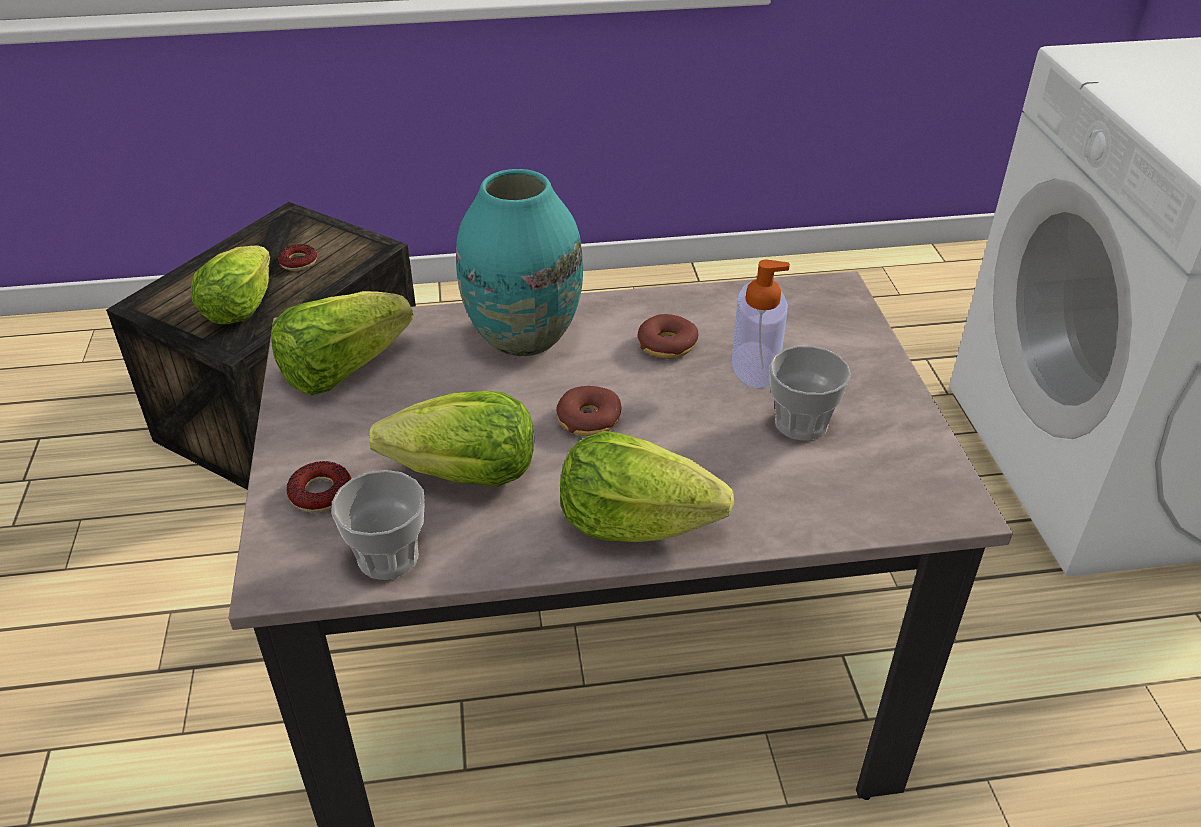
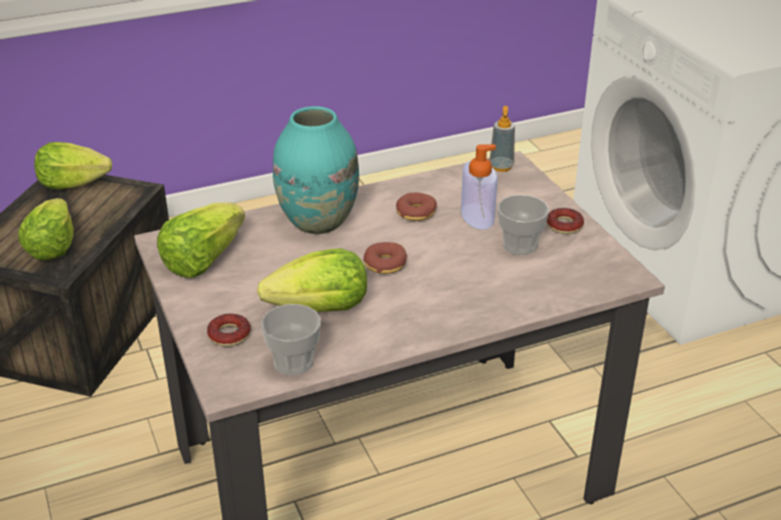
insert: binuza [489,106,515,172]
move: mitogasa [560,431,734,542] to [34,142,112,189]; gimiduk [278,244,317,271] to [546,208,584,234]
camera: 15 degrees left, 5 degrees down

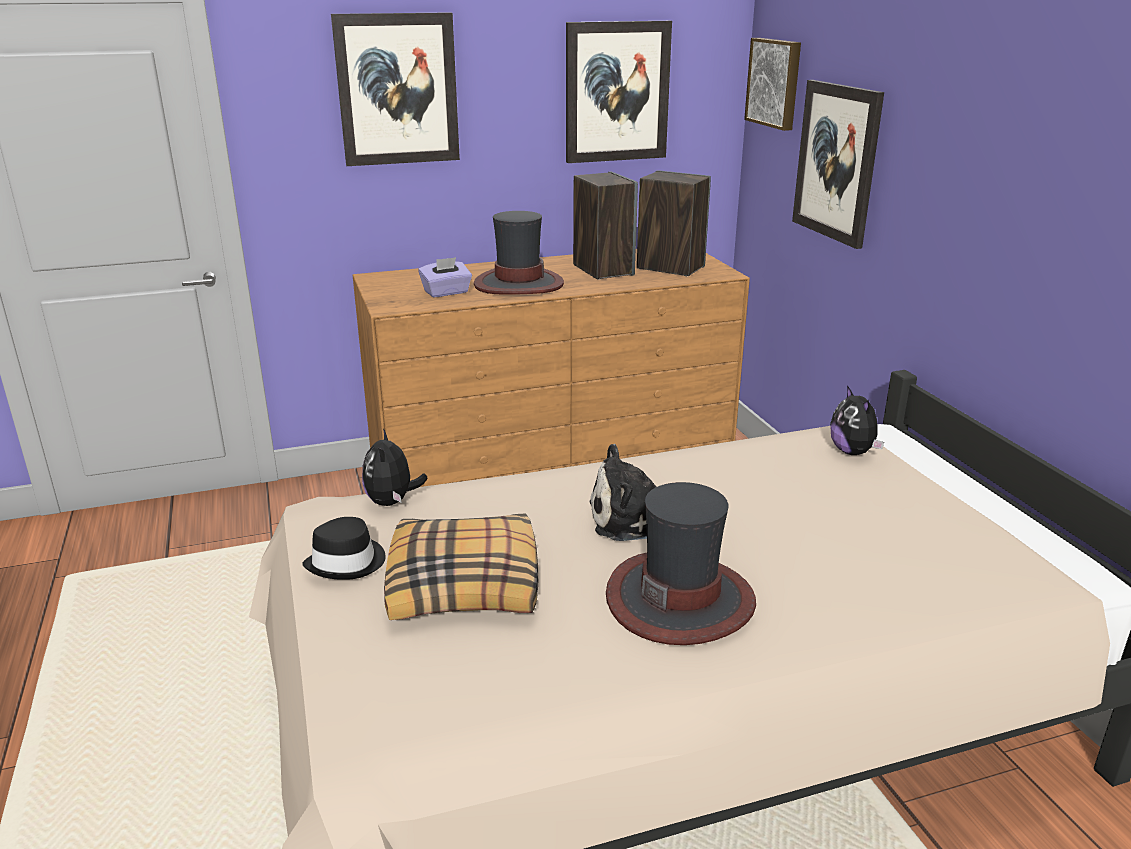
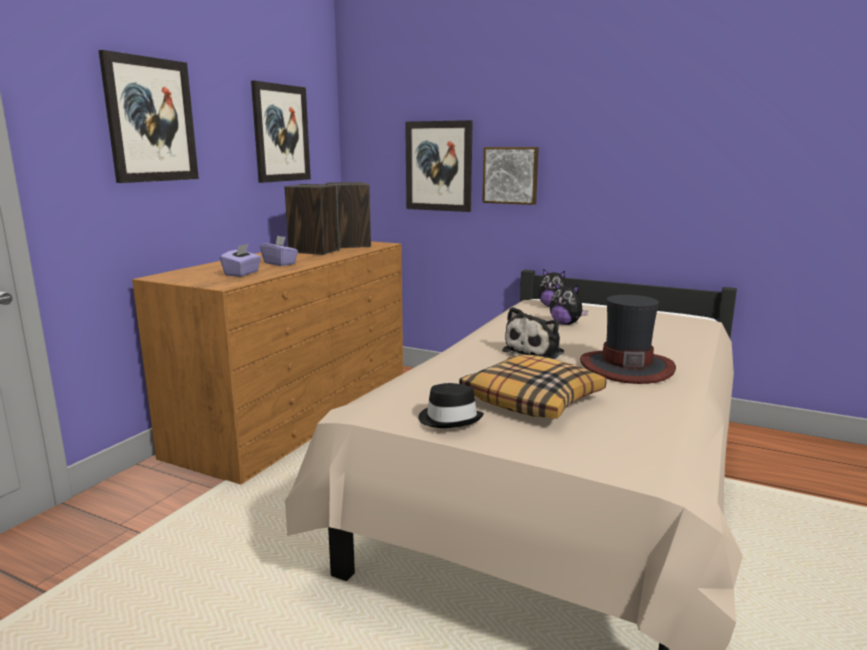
move: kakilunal [744,38,801,131] to [482,147,539,205]; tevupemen [362,428,428,506] to [550,282,588,325]
replace: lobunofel [474,211,564,295] to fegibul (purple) [260,236,298,266]
camera: 45 degrees left, 10 degrees down

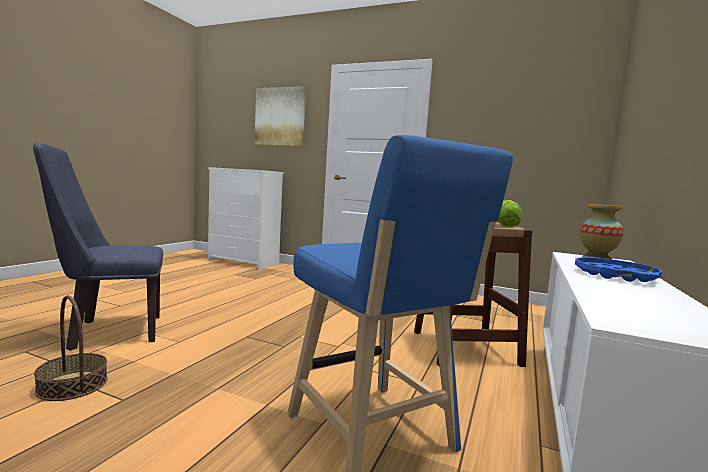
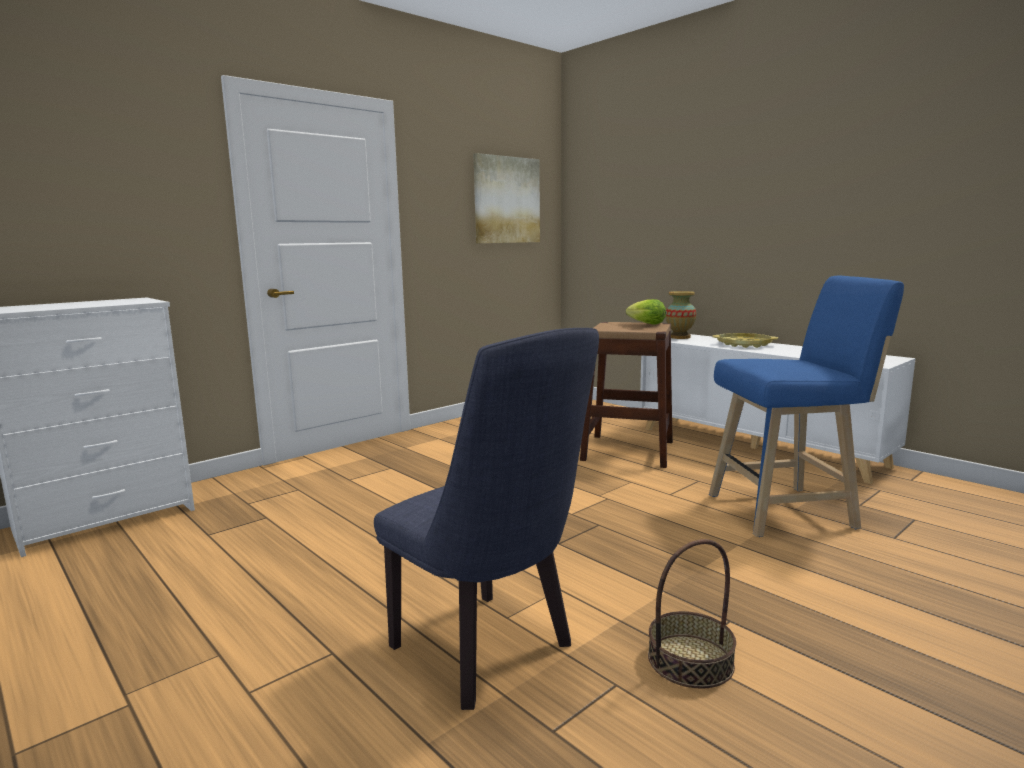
move: kakilunal [254,86,306,146] to [473,153,540,243]
recolor: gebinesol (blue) [575,256,662,282] to gebinesol (yellow) [712,333,778,348]
rotate: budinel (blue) [33,143,163,351] = [374,328,599,710] 45 degrees counterclockwise
camera: 65 degrees left, 5 degrees up

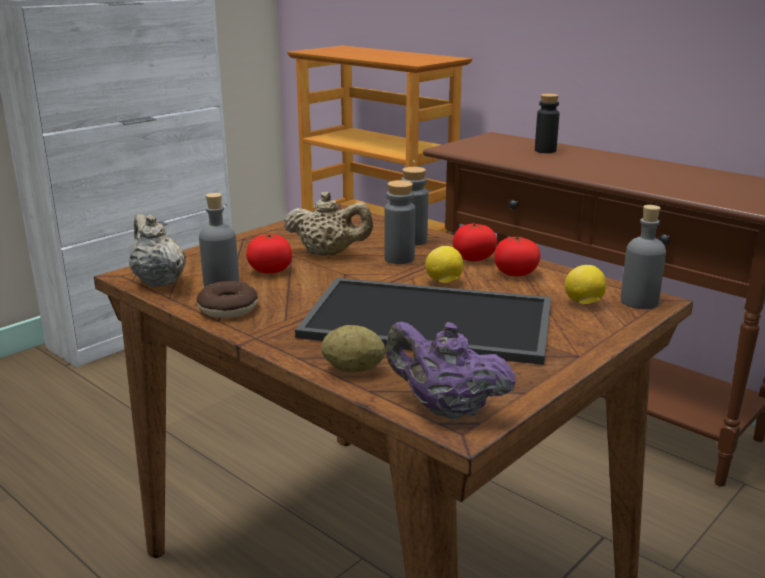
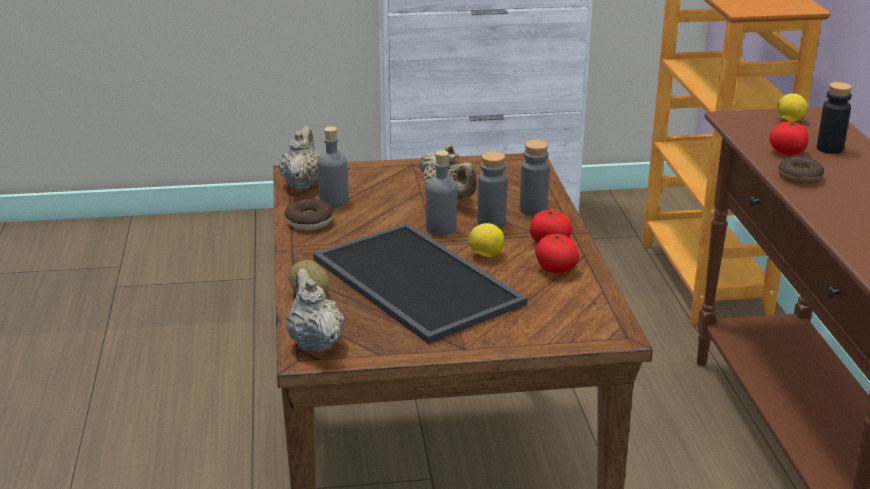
insert: gimiduk [778,157,824,184]
move: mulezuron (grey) [620,205,666,309] to [426,150,457,236]; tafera [246,234,292,274] to [769,122,809,155]; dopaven [565,265,606,304] to [777,93,807,122]
recolor: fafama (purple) [385,322,516,420] to fafama (beige) [286,268,345,353]
camera: 40 degrees right, 5 degrees up

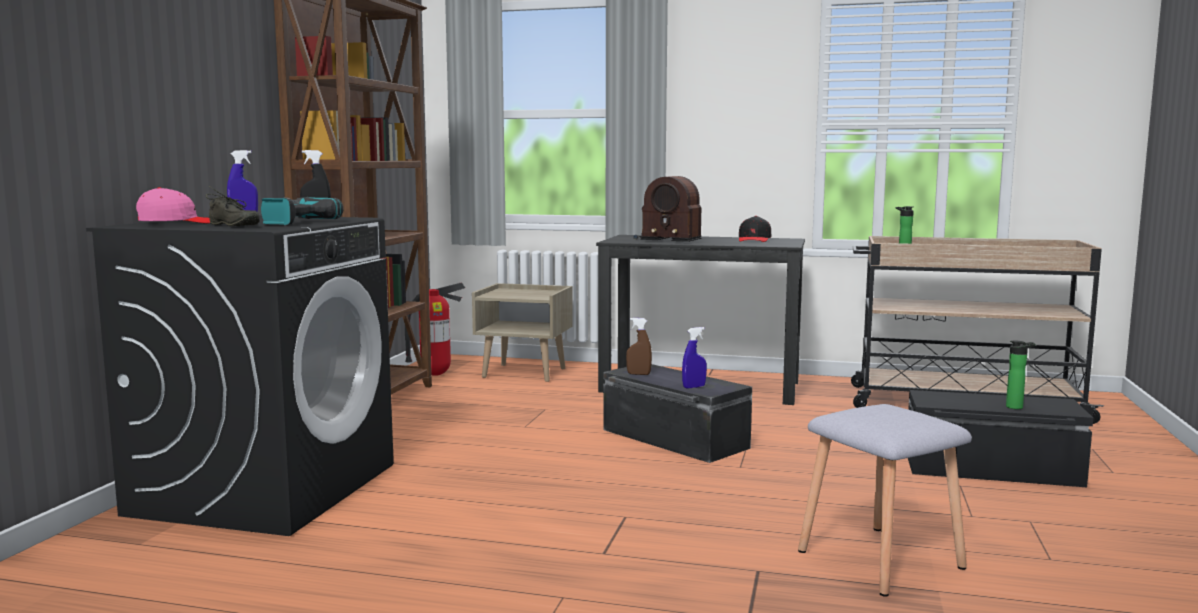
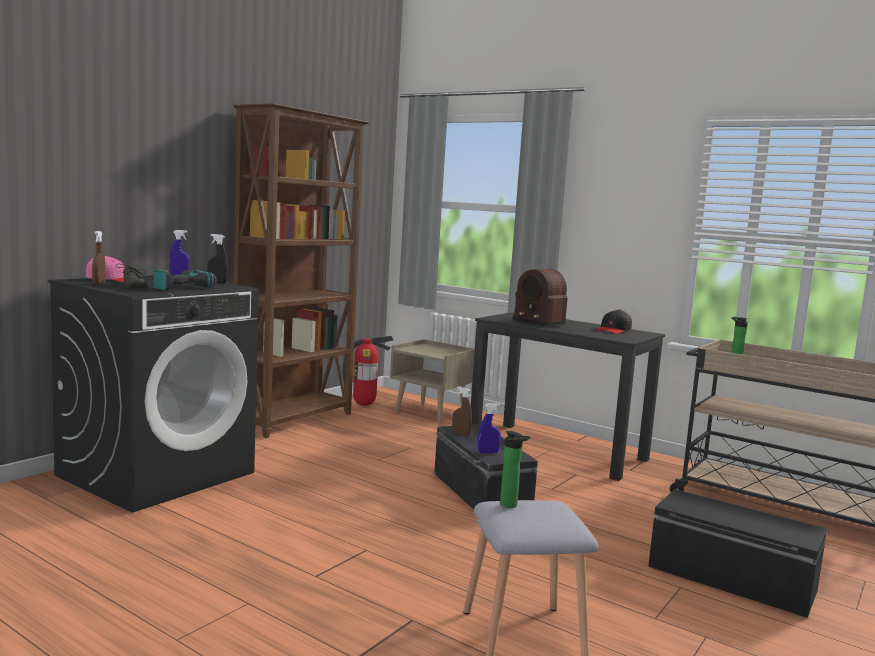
insert: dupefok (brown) [92,231,105,285]
move: mulezuron [1006,340,1035,409] to [500,431,531,508]
camera: 20 degrees right, 0 degrees up

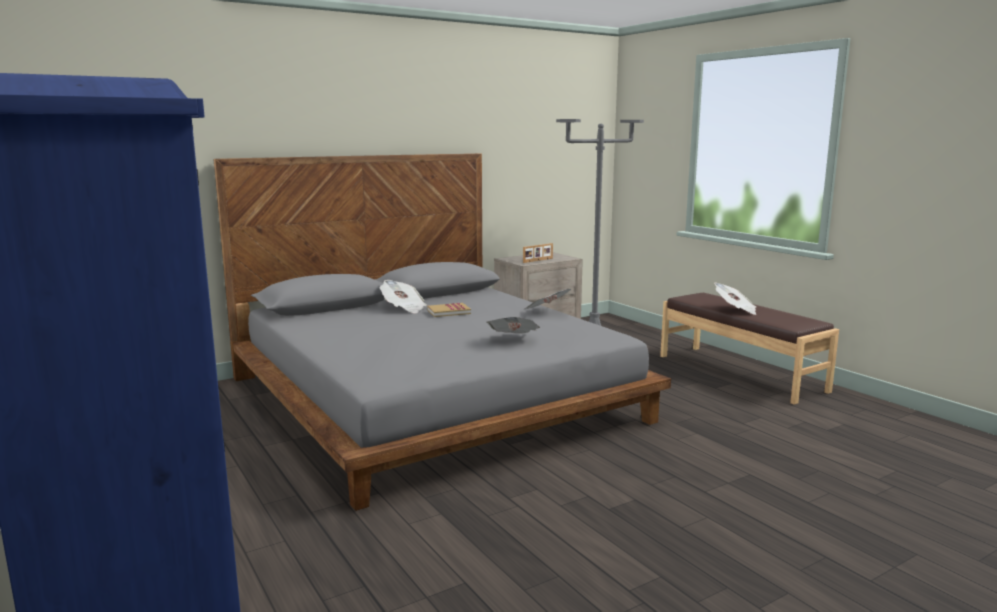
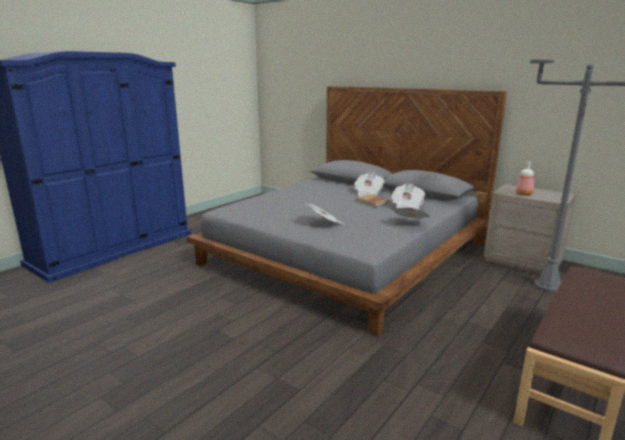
move: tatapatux [714,283,756,315] to [391,184,426,210]
replace: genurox [523,243,553,263] to mulezuron [516,161,534,195]
camera: 70 degrees right, 5 degrees up

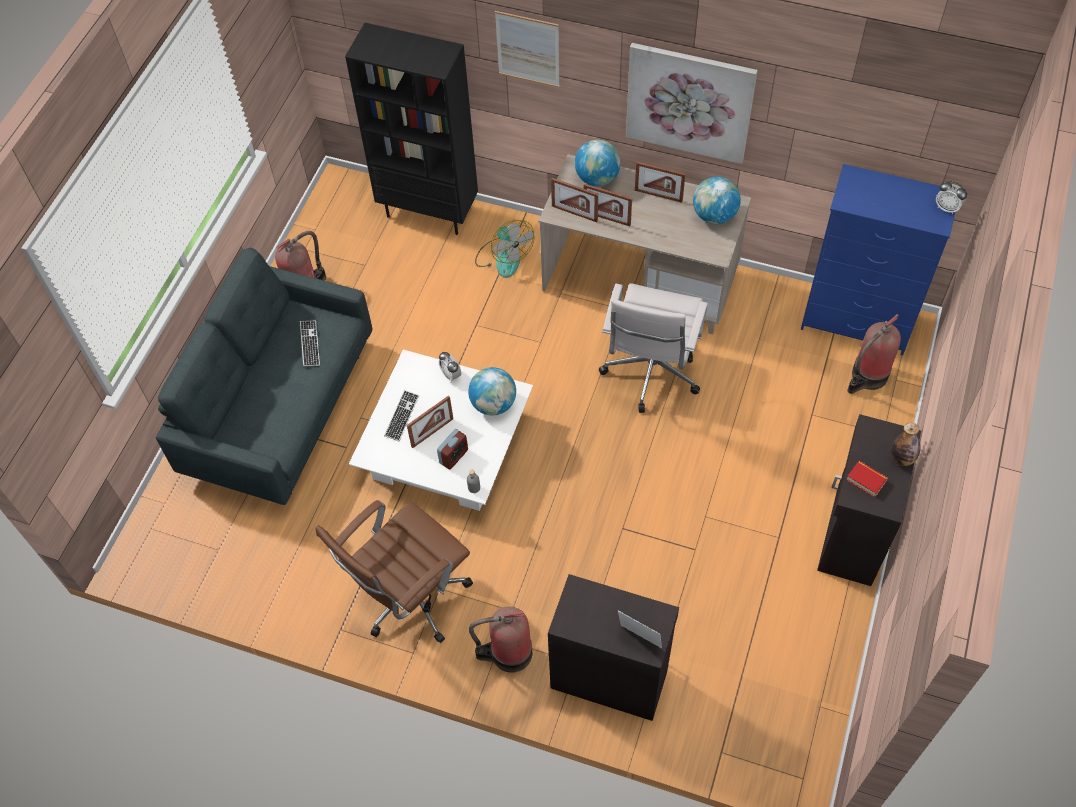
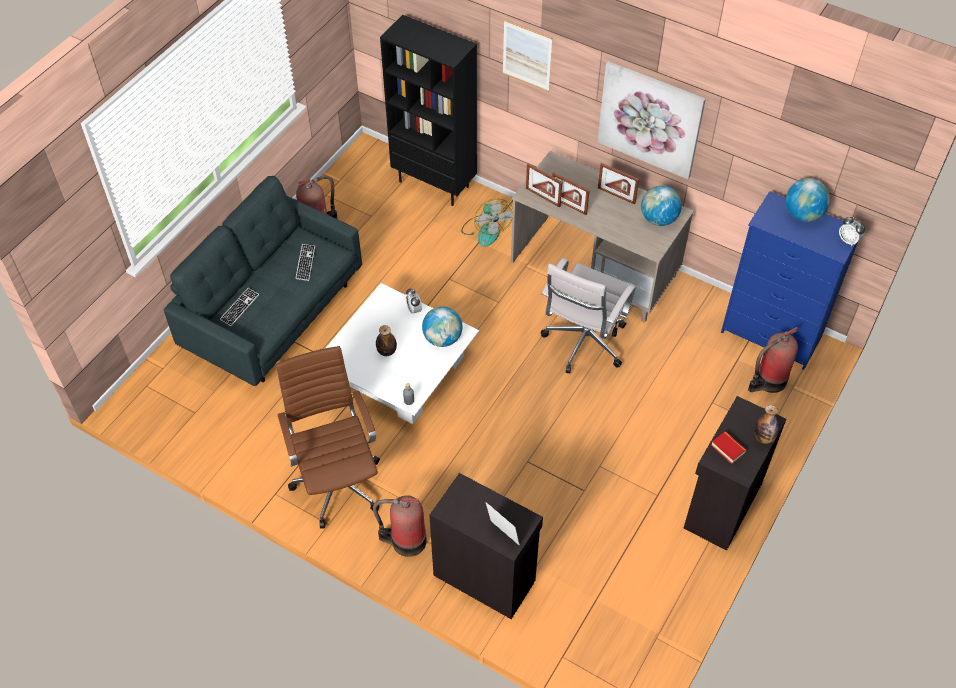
delete: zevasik [437,429,468,470]
move: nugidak [384,390,419,441] to [220,288,259,326]; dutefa [575,140,621,186] to [786,178,830,222]
replace: genurox [407,395,453,448] to mulezuron [376,325,397,356]
rotate: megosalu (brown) [315,500,473,643] = [276,346,380,529] 105 degrees clockwise
camera: 10 degrees right, 5 degrees down

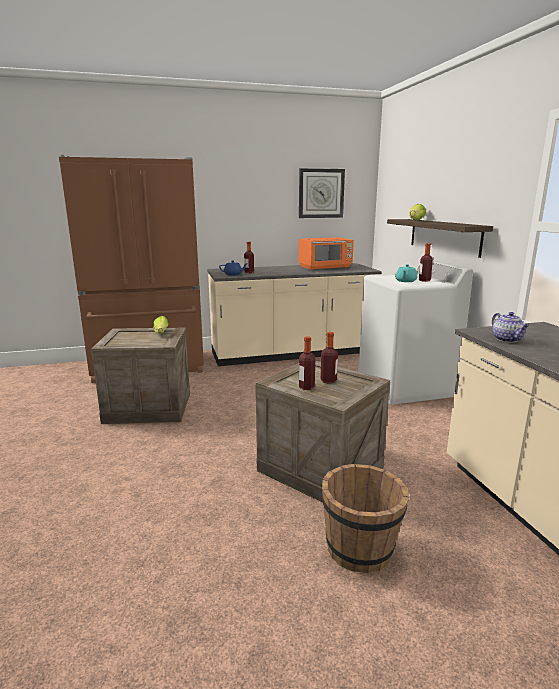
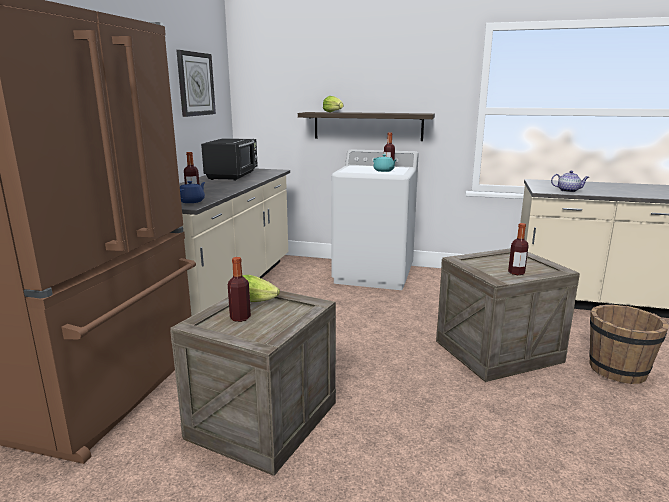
move: mulezuron [321,332,338,384] to [228,257,251,322]
recolor: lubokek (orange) [298,238,354,270] to lubokek (black) [201,138,258,181]
camera: 60 degrees left, 0 degrees up

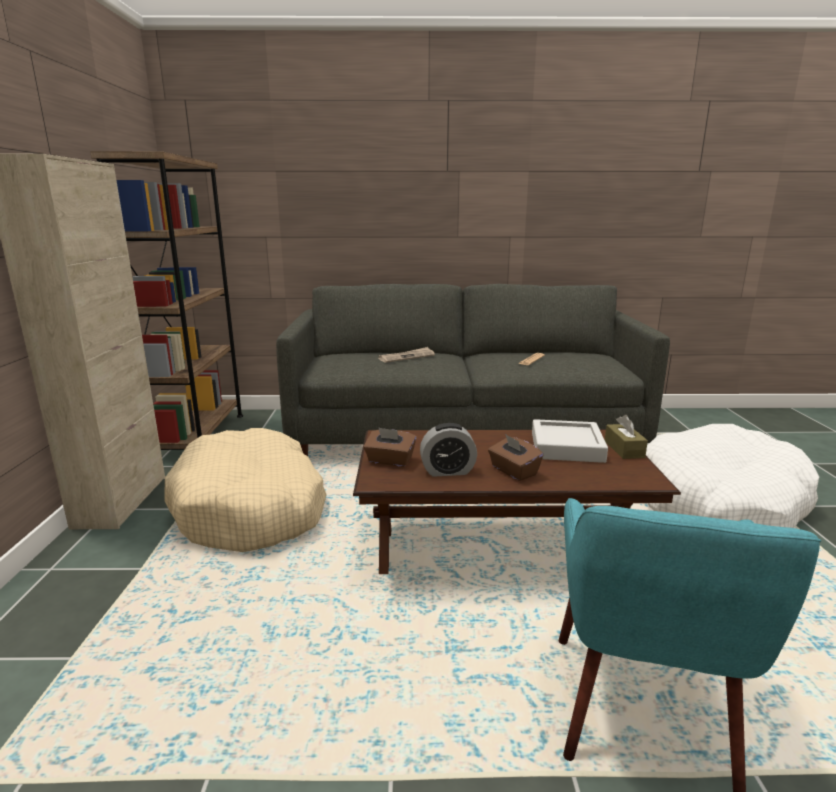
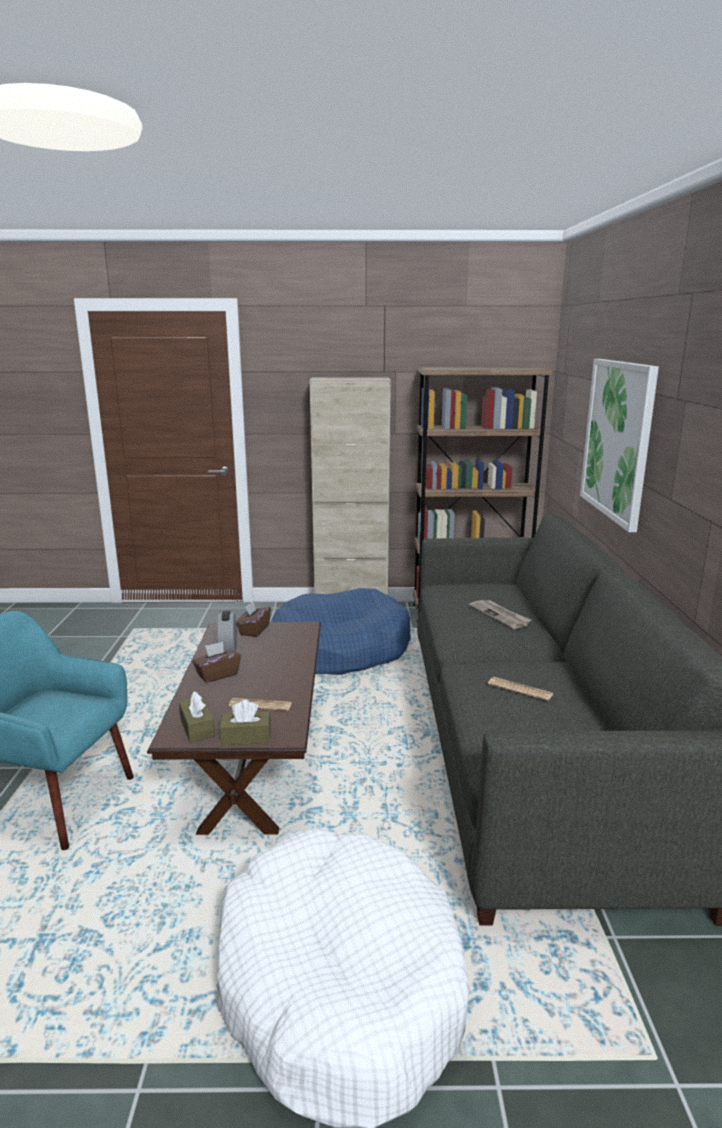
insert: fegibul (brown) [179,691,215,743]; kakilunal [580,359,659,532]
replace: gebinesol (grey) [532,419,608,463] to tatapatux [229,698,292,711]
recolor: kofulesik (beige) [164,428,327,552] to kofulesik (blue) [271,588,411,675]
camera: 90 degrees right, 0 degrees up

